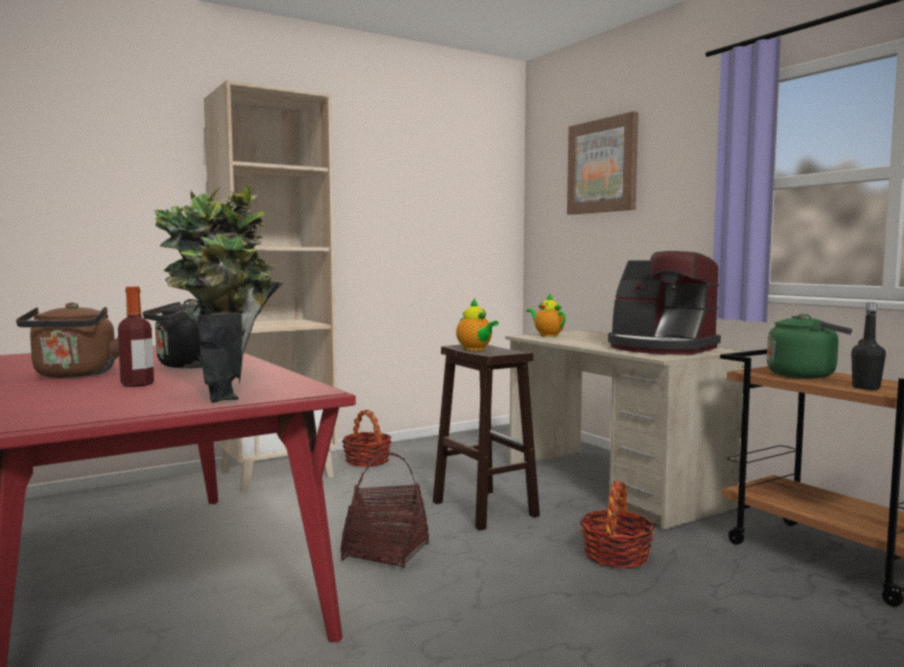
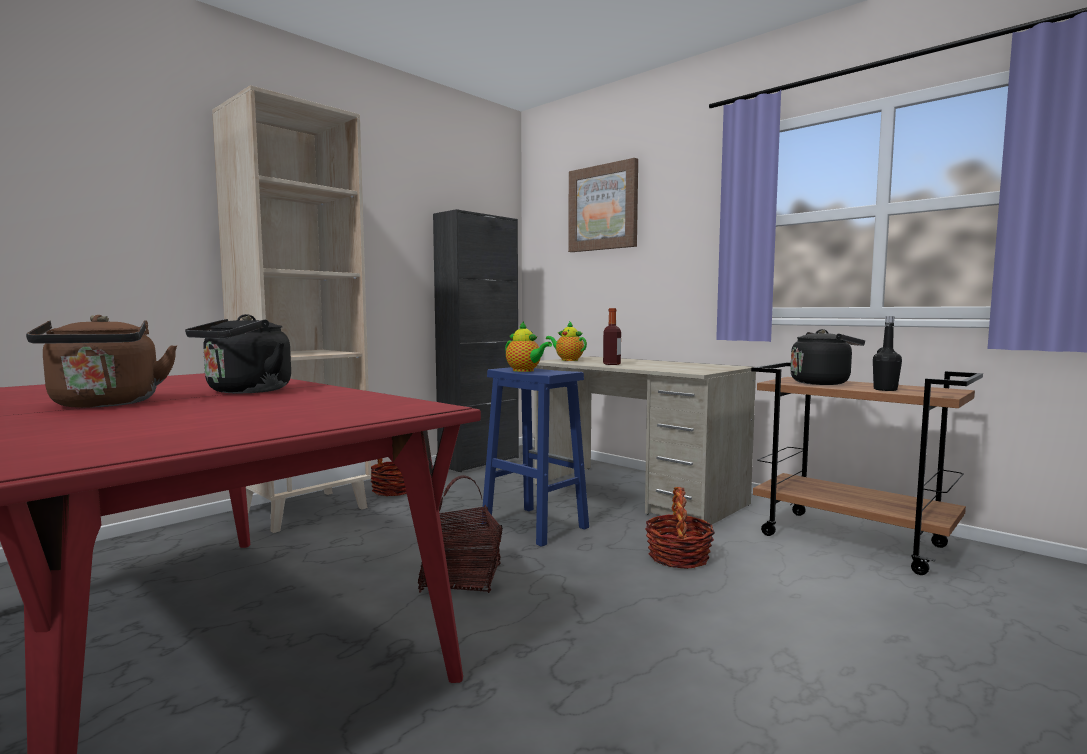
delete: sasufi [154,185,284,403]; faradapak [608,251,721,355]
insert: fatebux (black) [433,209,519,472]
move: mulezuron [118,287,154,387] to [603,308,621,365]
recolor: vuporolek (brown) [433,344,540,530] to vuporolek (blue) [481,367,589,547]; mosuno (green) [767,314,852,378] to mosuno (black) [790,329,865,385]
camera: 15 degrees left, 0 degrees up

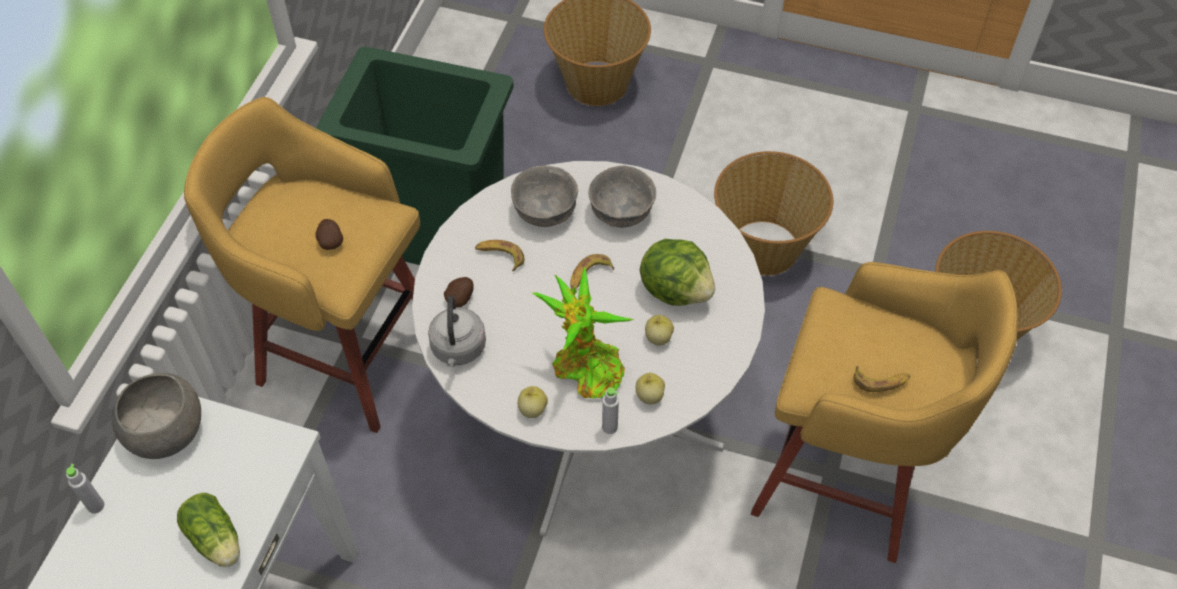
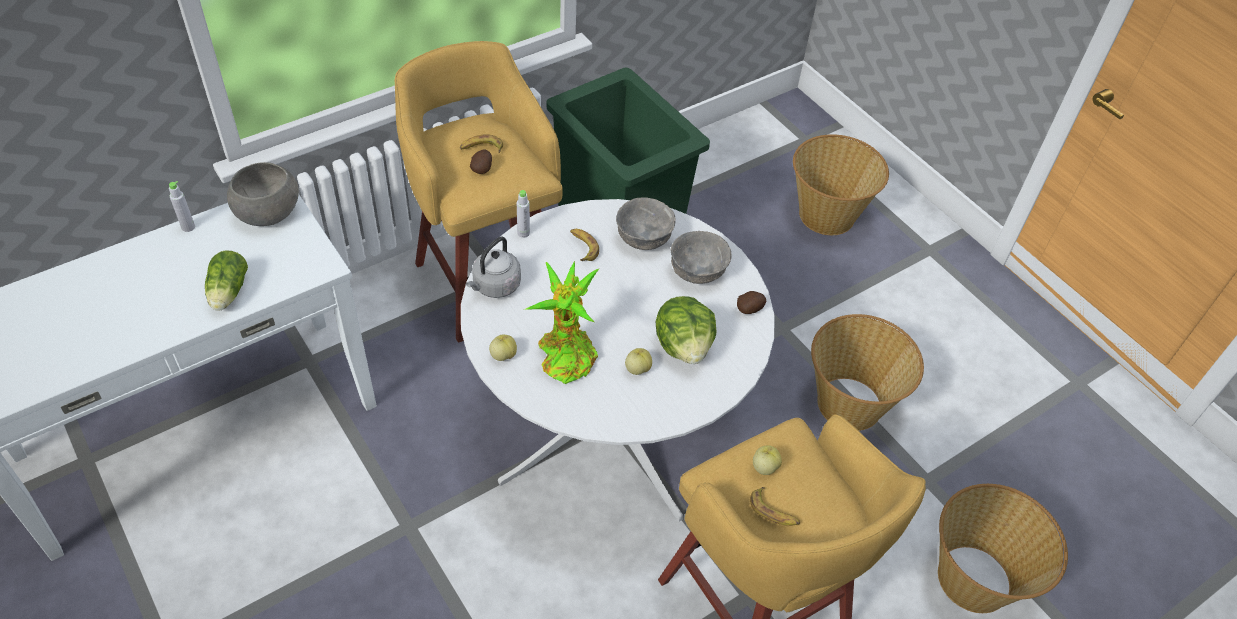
move: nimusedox [570,254,614,289] to [460,134,503,153]; mulezuron (grey) [602,387,619,434] to [517,190,530,238]; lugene [444,277,474,307] to [737,291,766,314]; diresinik [636,373,665,405] to [753,446,782,475]
camera: 35 degrees right, 5 degrees down

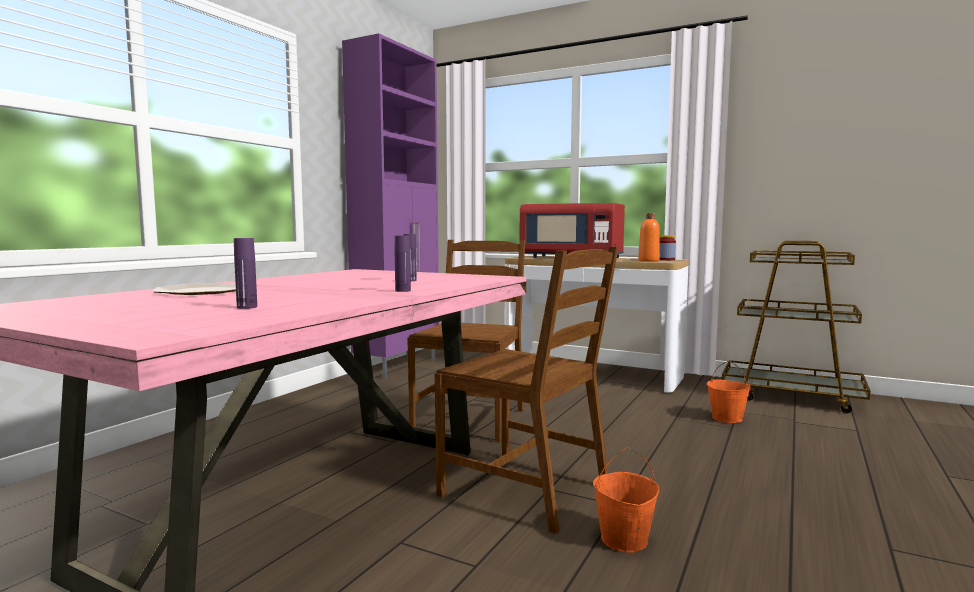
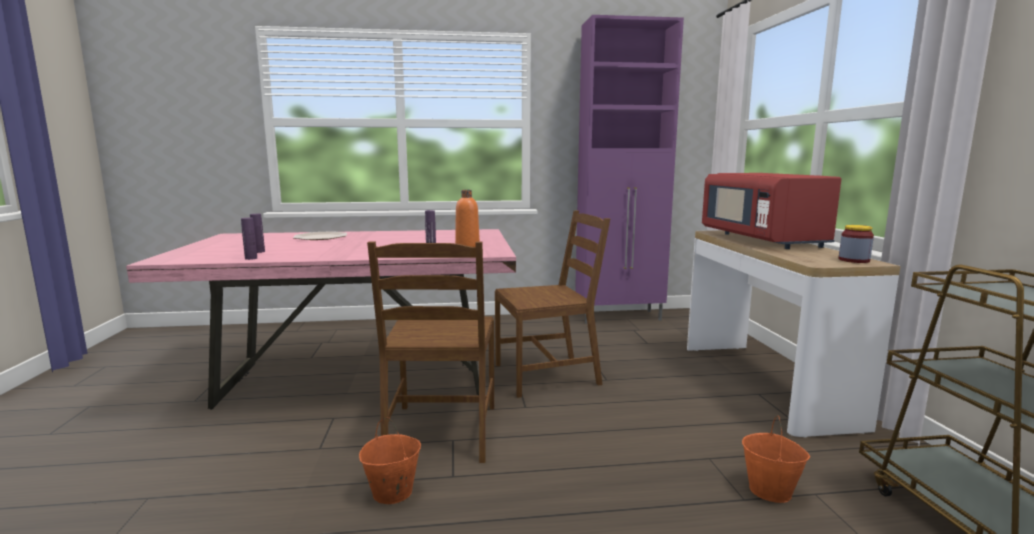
move: mulezuron (purple) [395,235,411,292] to [241,218,257,260]; mulezuron (orange) [638,213,660,262] to [455,190,480,247]
camera: 55 degrees right, 5 degrees up

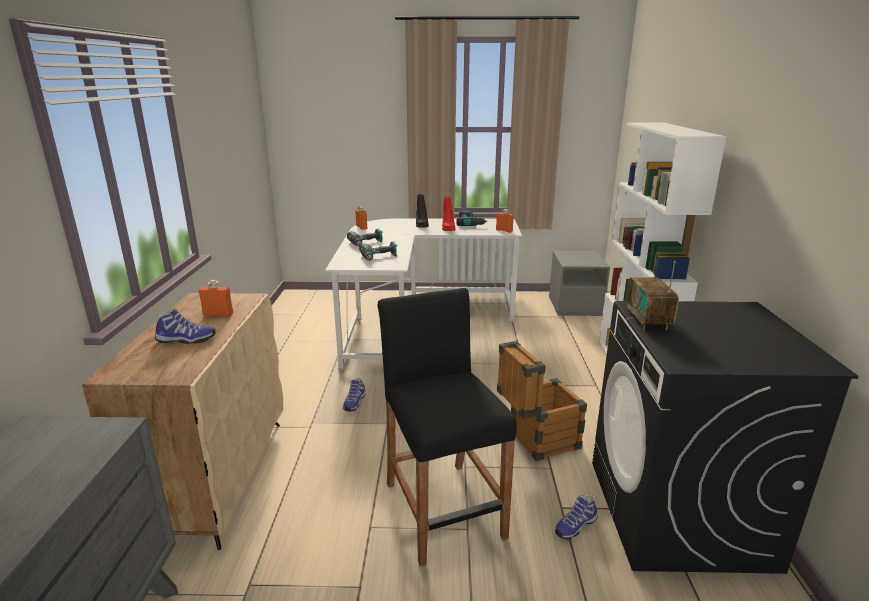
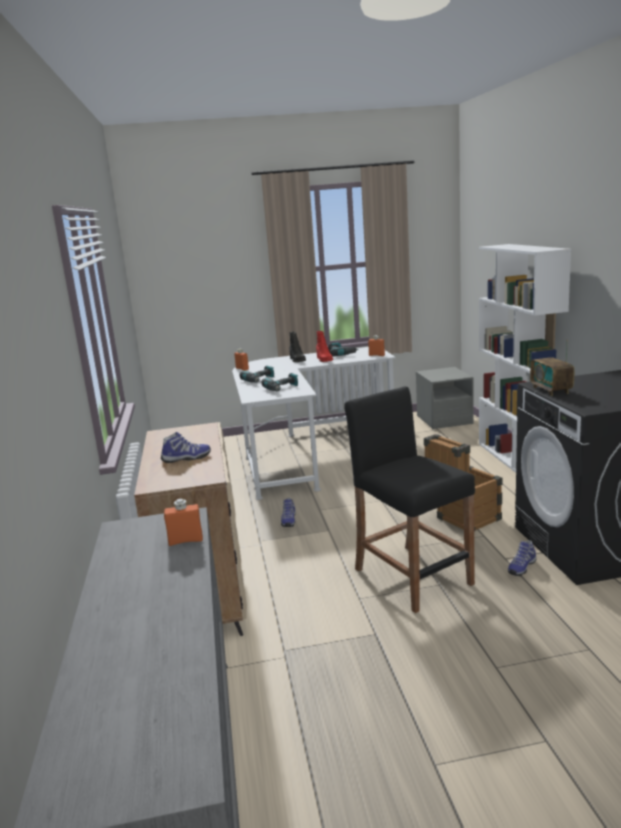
move: mulezuron (orange) [199,280,233,317] to [164,499,203,546]
camera: 10 degrees left, 5 degrees down

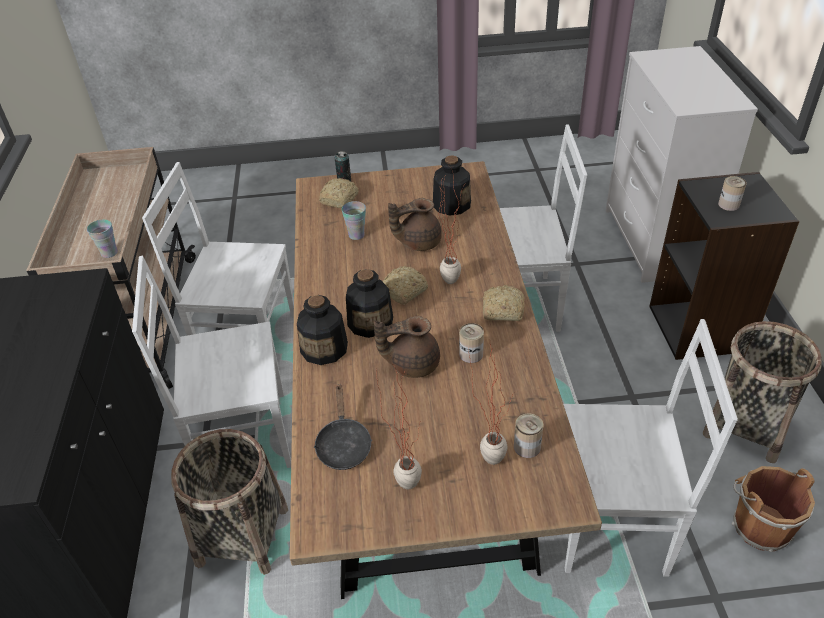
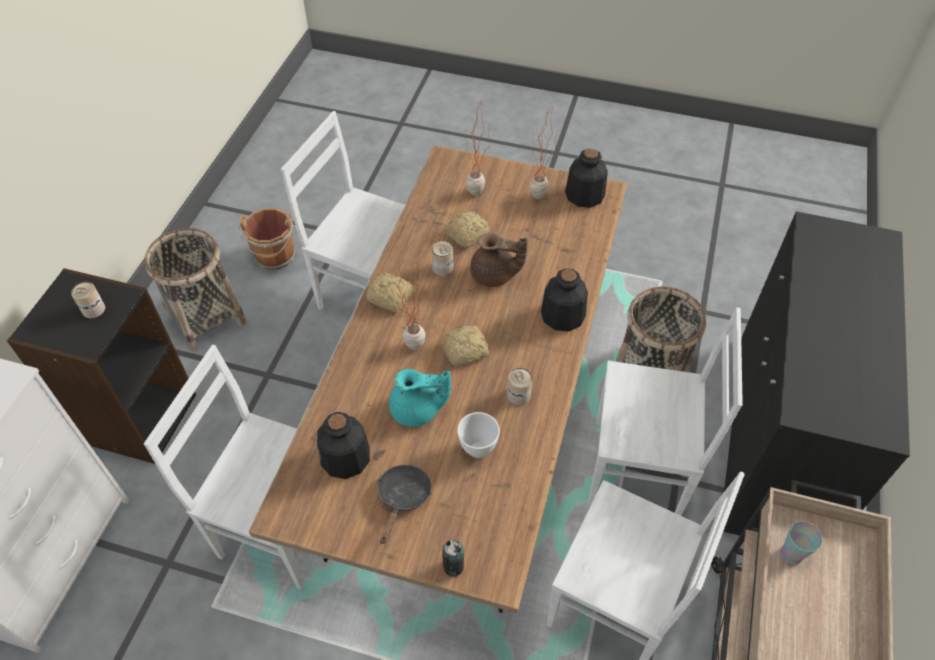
move: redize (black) [314,384,372,470] to [378,465,432,544]; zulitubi [319,178,359,208] to [445,211,490,248]; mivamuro [514,413,543,458] to [507,368,532,405]; mulezuron [346,269,393,338] to [565,149,608,208]
replace: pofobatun [342,201,366,240] to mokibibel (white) [457,412,500,458]
recolor: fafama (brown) [388,198,442,251] to fafama (turquoise) [389,369,451,427]
camera: 160 degrees left, 10 degrees up

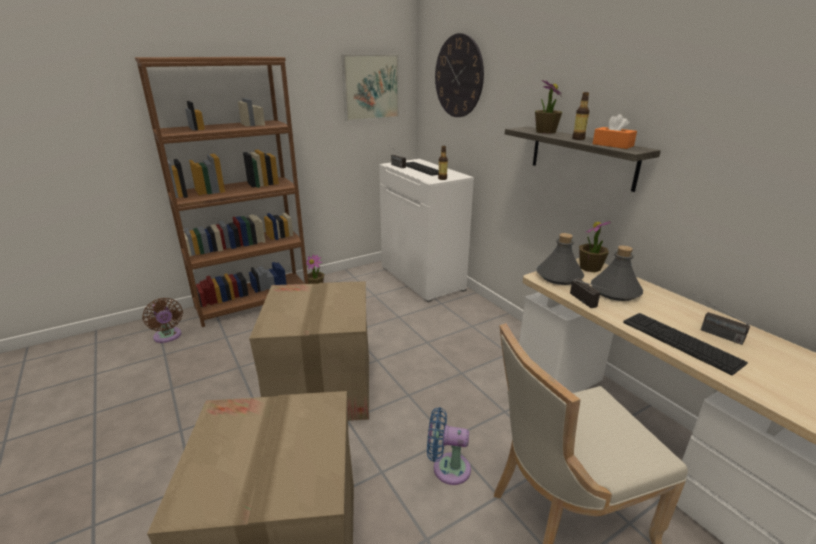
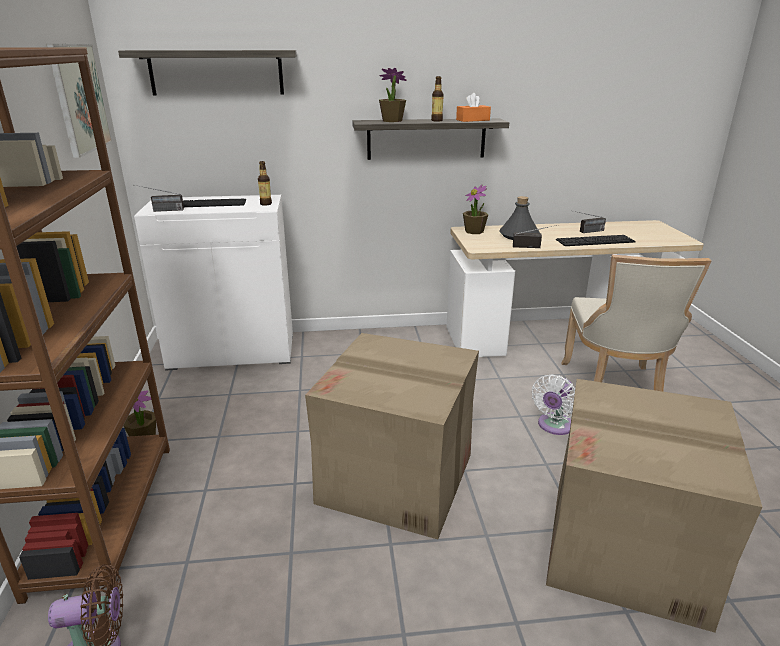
delete: mulezuron (grey) [537,233,584,285]
replace: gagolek [435,33,484,117] to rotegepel [118,50,297,96]
recolor: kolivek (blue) [427,407,471,485] to kolivek (white) [532,374,575,435]
camera: 65 degrees left, 0 degrees up

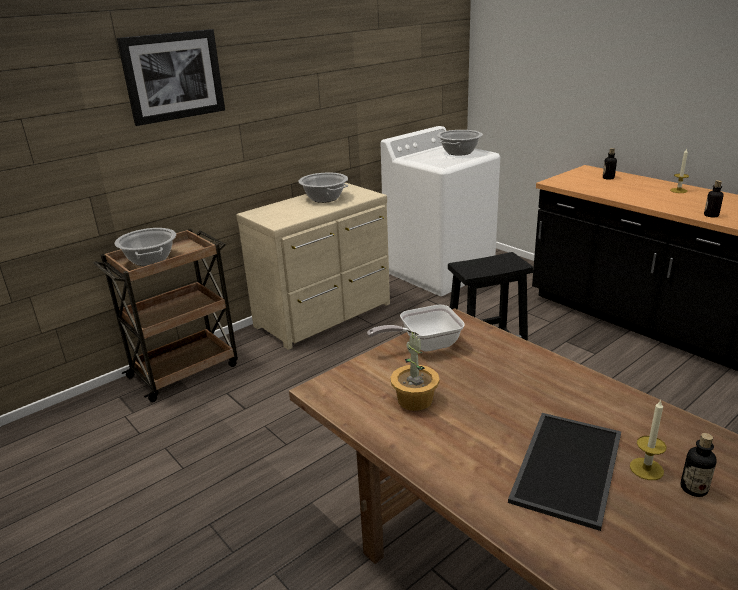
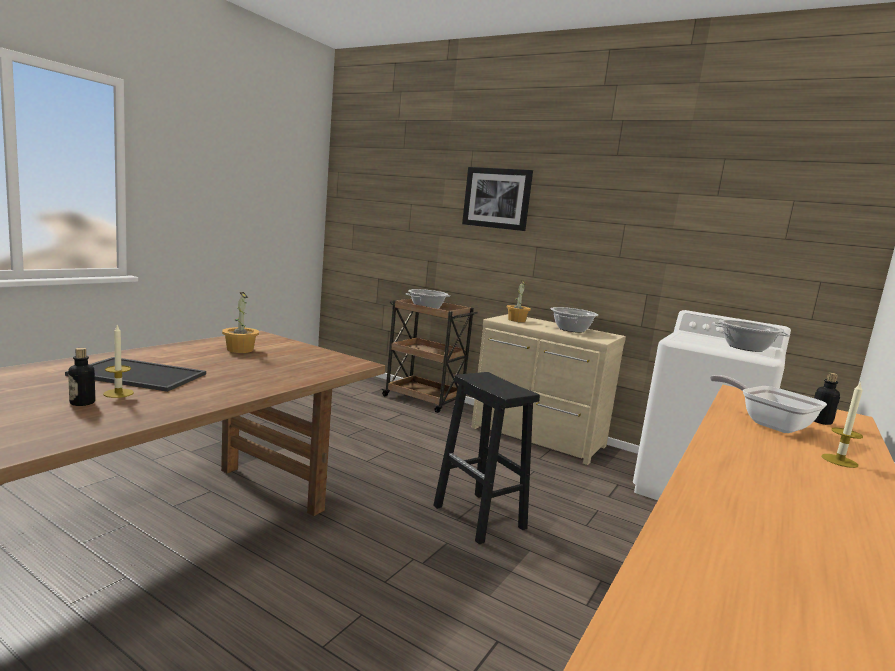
delete: mulezuron [704,180,724,217]
insert: sasufi [506,280,531,322]
move: redize [367,305,465,352] to [710,375,827,433]
camera: 70 degrees right, 15 degrees down

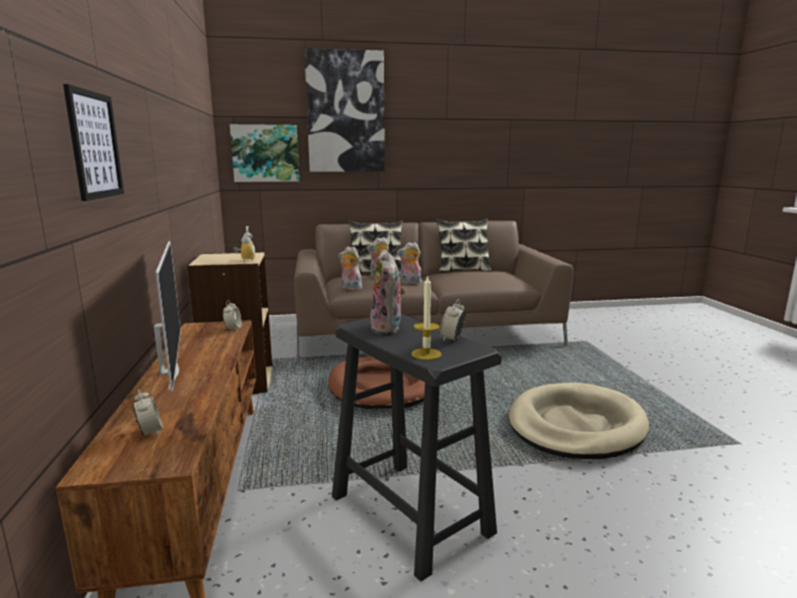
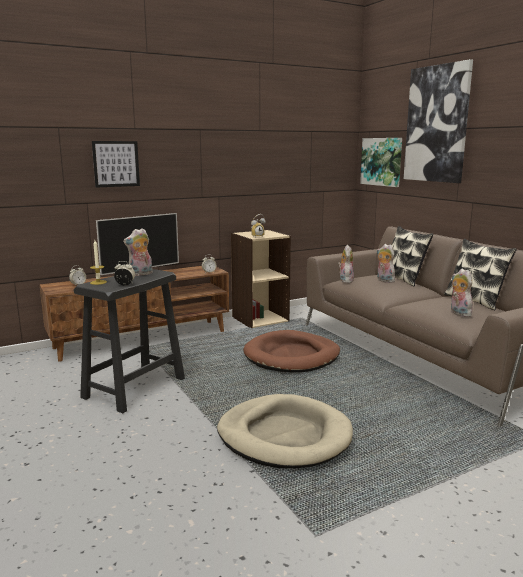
move: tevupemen [397,242,422,284] to [451,269,473,317]
camera: 70 degrees right, 0 degrees up

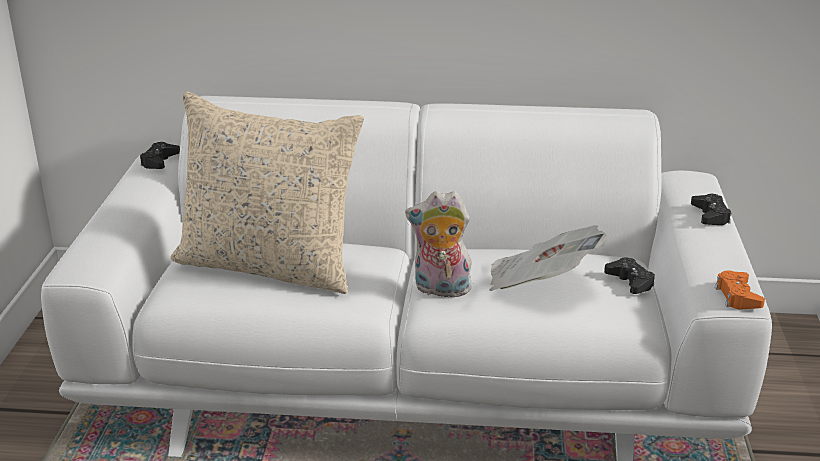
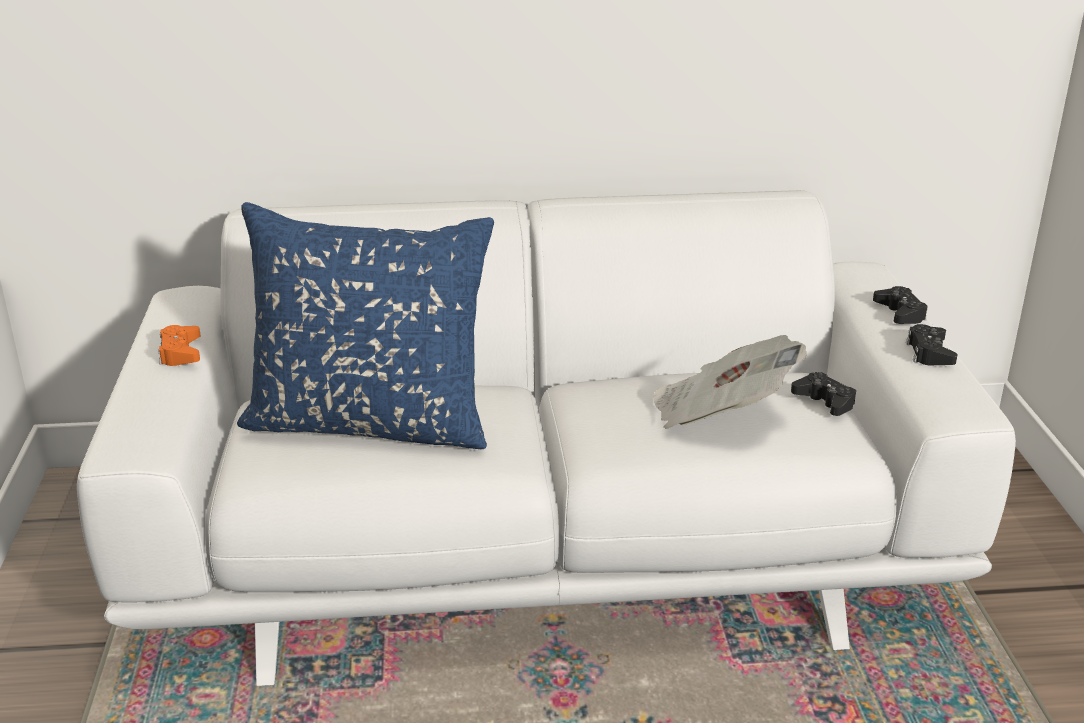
delete: tevupemen [405,191,471,298]
move: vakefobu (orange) [715,270,765,309] to [158,325,201,366]; vakefobu (black) [140,142,180,169] to [906,324,958,365]
recolor: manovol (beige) [170,92,364,294] to manovol (blue) [237,202,494,450]
camera: 10 degrees left, 0 degrees up

